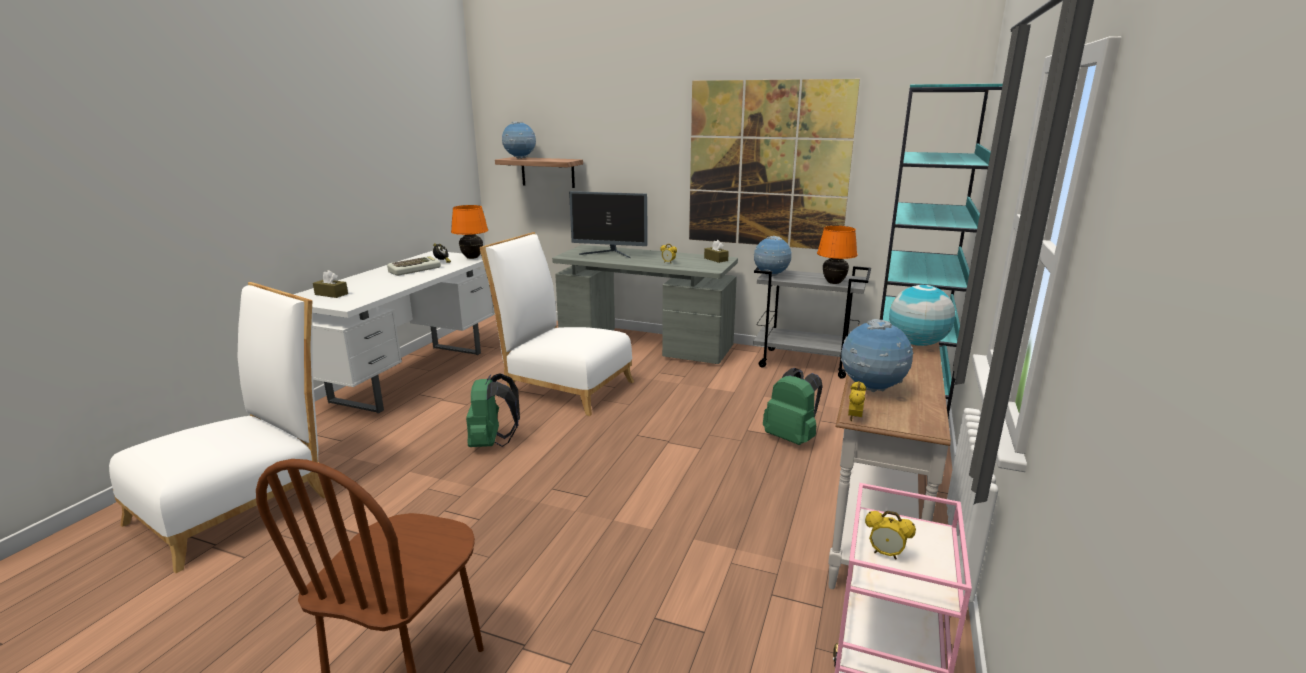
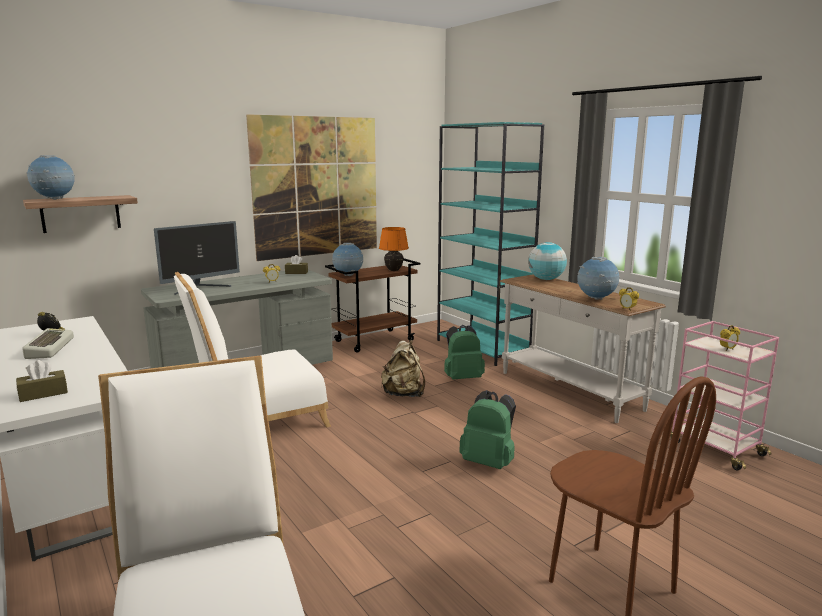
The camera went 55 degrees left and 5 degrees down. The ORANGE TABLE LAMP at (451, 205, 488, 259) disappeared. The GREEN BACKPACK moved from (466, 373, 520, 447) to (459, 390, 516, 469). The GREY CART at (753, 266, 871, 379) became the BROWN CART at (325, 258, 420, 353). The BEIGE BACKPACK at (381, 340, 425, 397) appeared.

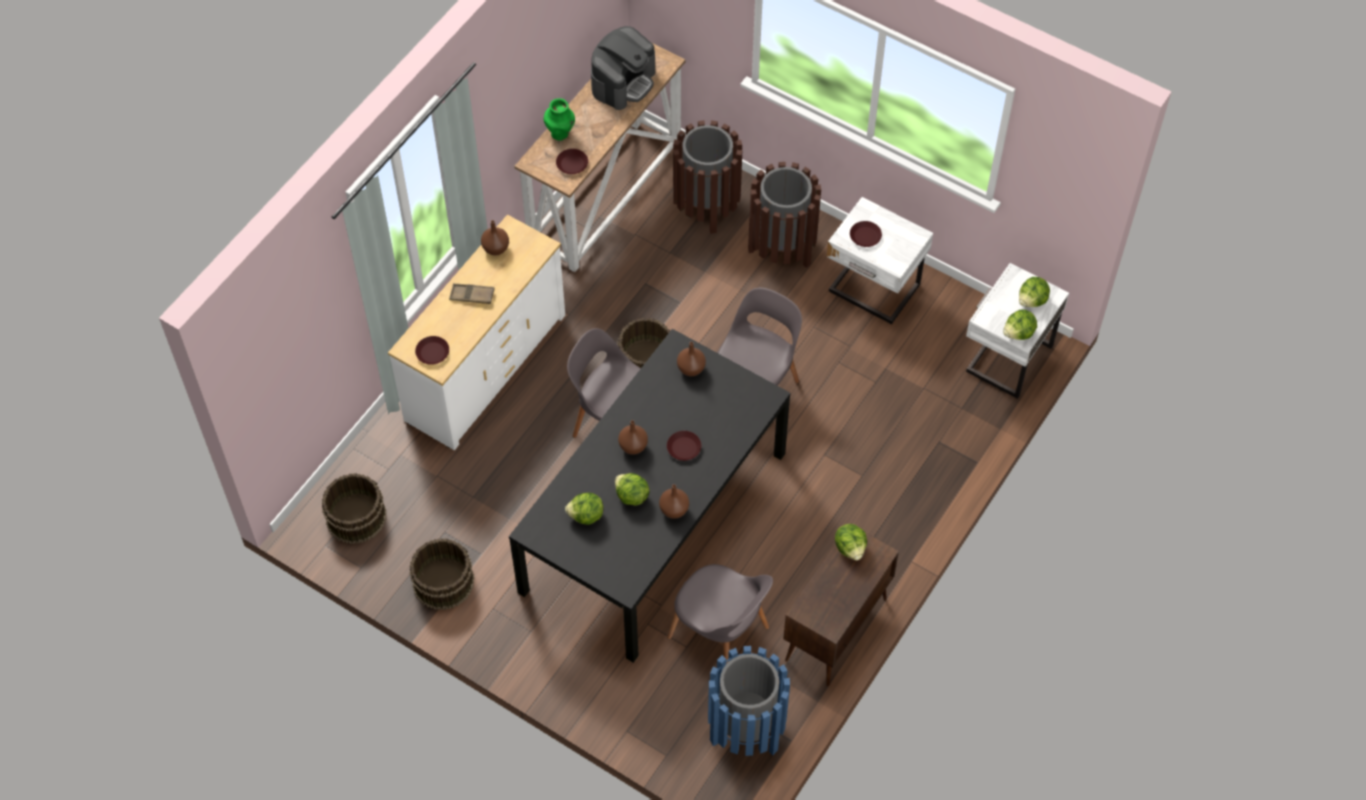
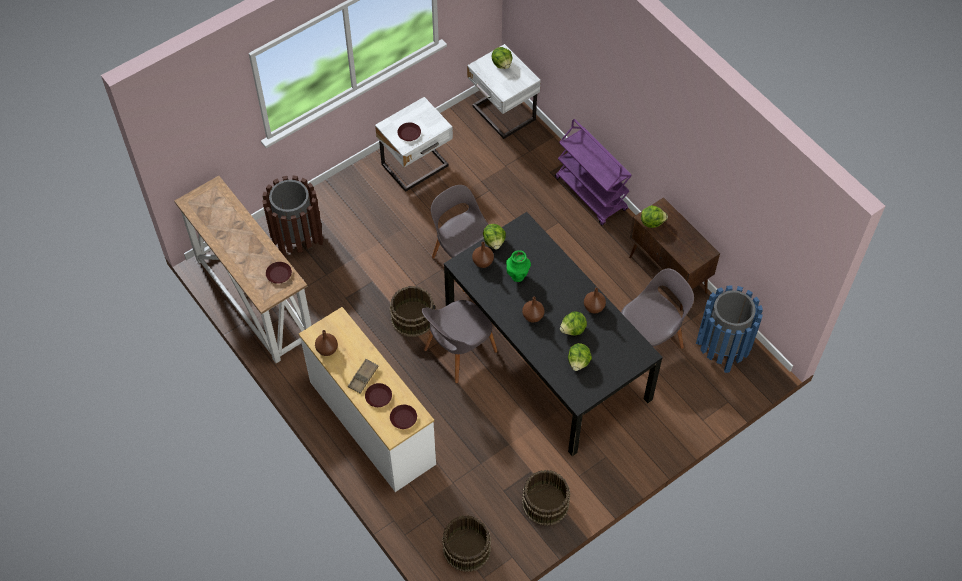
The camera went 70 degrees left and 0 degrees up. The GREEN VASE moved from (544, 98, 575, 141) to (506, 250, 531, 282). The COFFEE MACHINE at (591, 26, 655, 110) disappeared. The BROWN PLATE moved from (667, 431, 701, 461) to (365, 383, 392, 407). The BROWN TRASH CAN at (748, 162, 821, 268) disappeared. The LETTUCE moved from (1003, 309, 1037, 340) to (483, 224, 506, 249). The PURPLE CART at (555, 119, 632, 225) appeared.

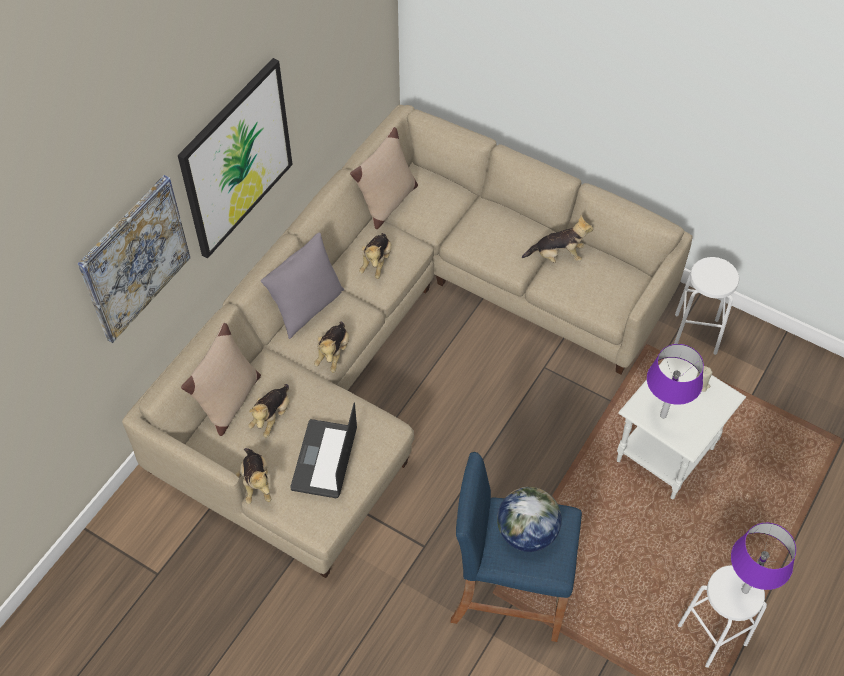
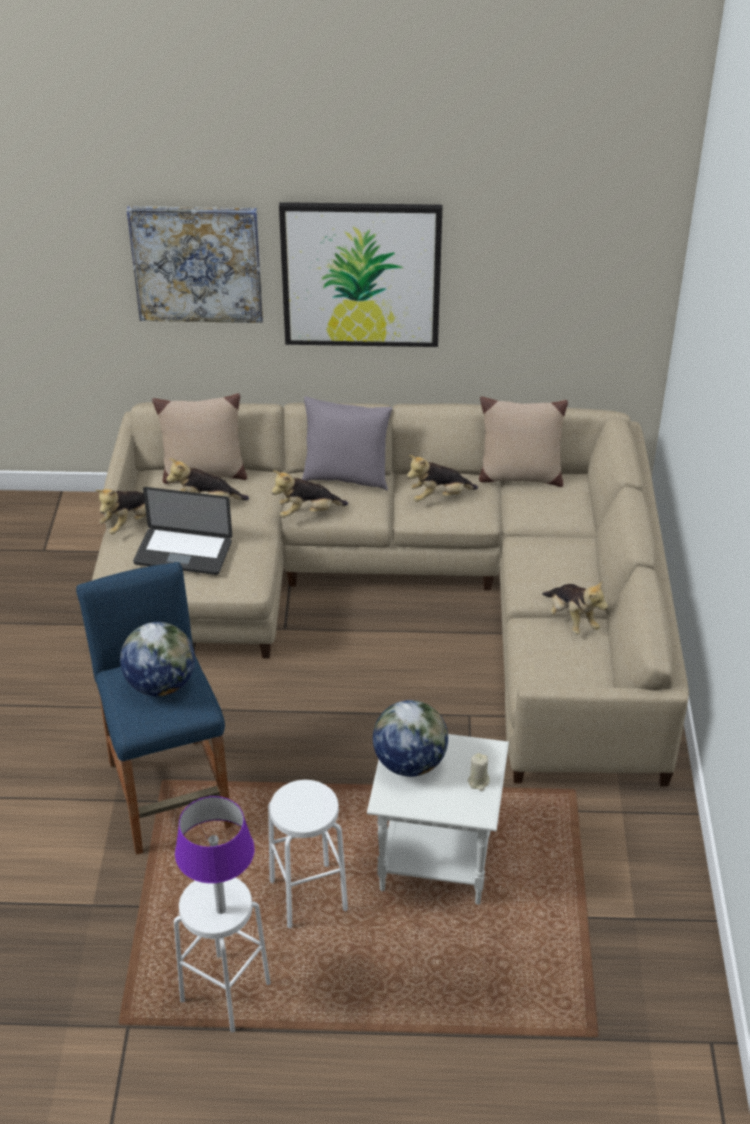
The camera went 60 degrees right and 15 degrees down. The LAPTOP at (290, 403, 357, 498) turned 150 degrees counterclockwise. The PURPLE TABLE LAMP at (647, 344, 704, 418) was replaced by the GLOBE at (373, 700, 448, 777). The WHITE STOOL moved from (674, 257, 739, 355) to (268, 780, 348, 929).

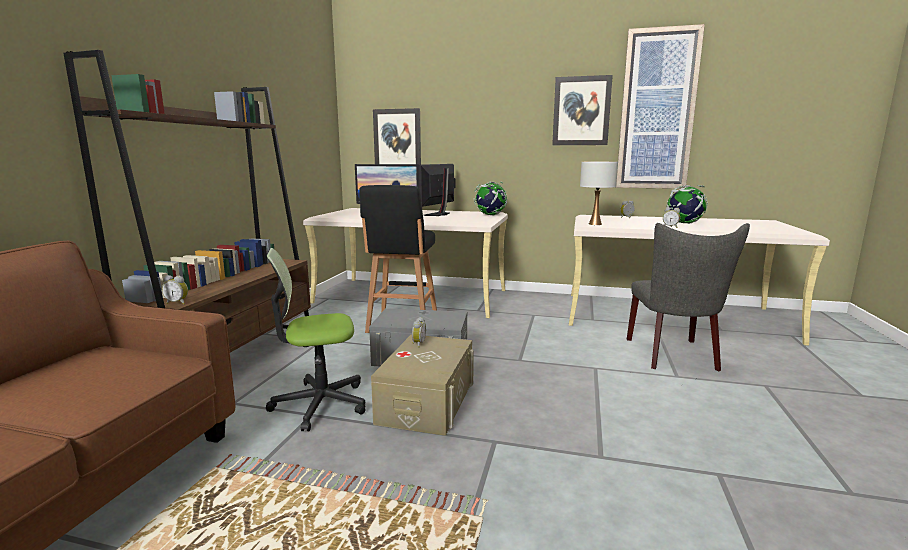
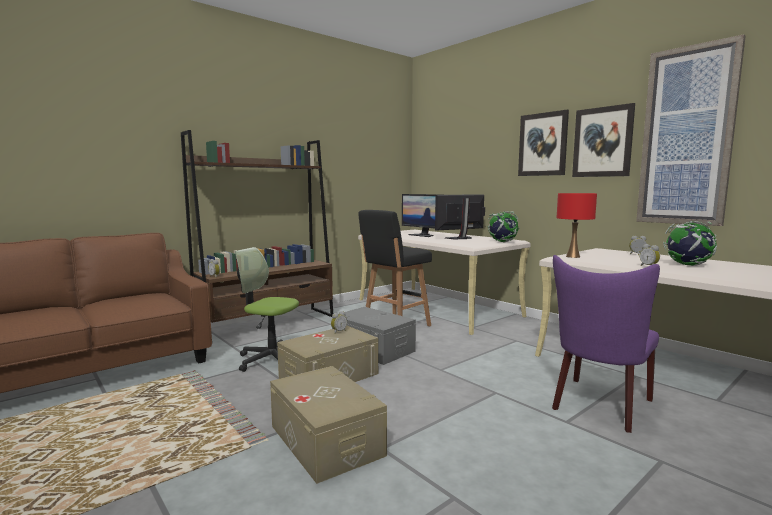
The camera went 35 degrees right and 5 degrees down. The PICTURE moved from (373, 108, 421, 165) to (518, 110, 569, 176). The WHITE TABLE LAMP at (580, 162, 618, 225) became the RED TABLE LAMP at (557, 193, 597, 258). The GREY CHAIR at (627, 223, 750, 371) became the PURPLE CHAIR at (552, 255, 660, 433). The BEIGE STORAGE BOX at (270, 366, 387, 484) appeared.

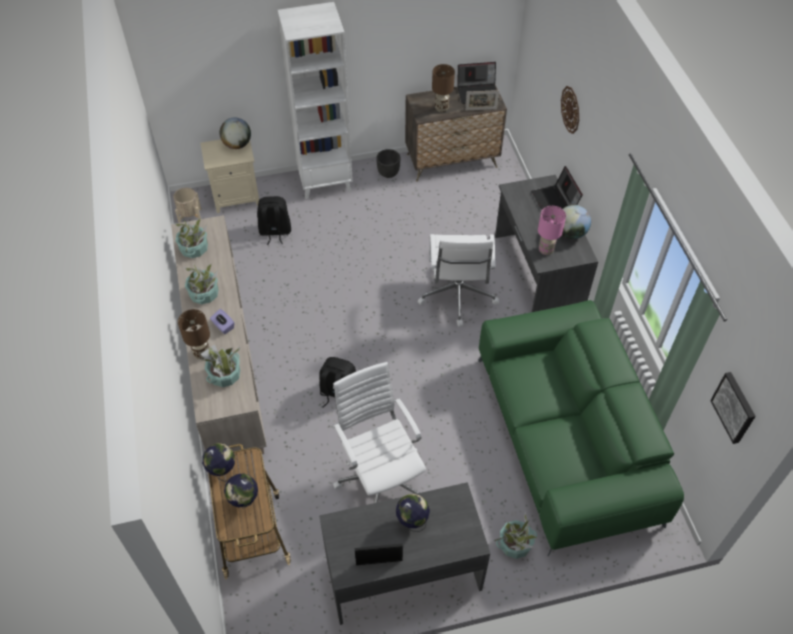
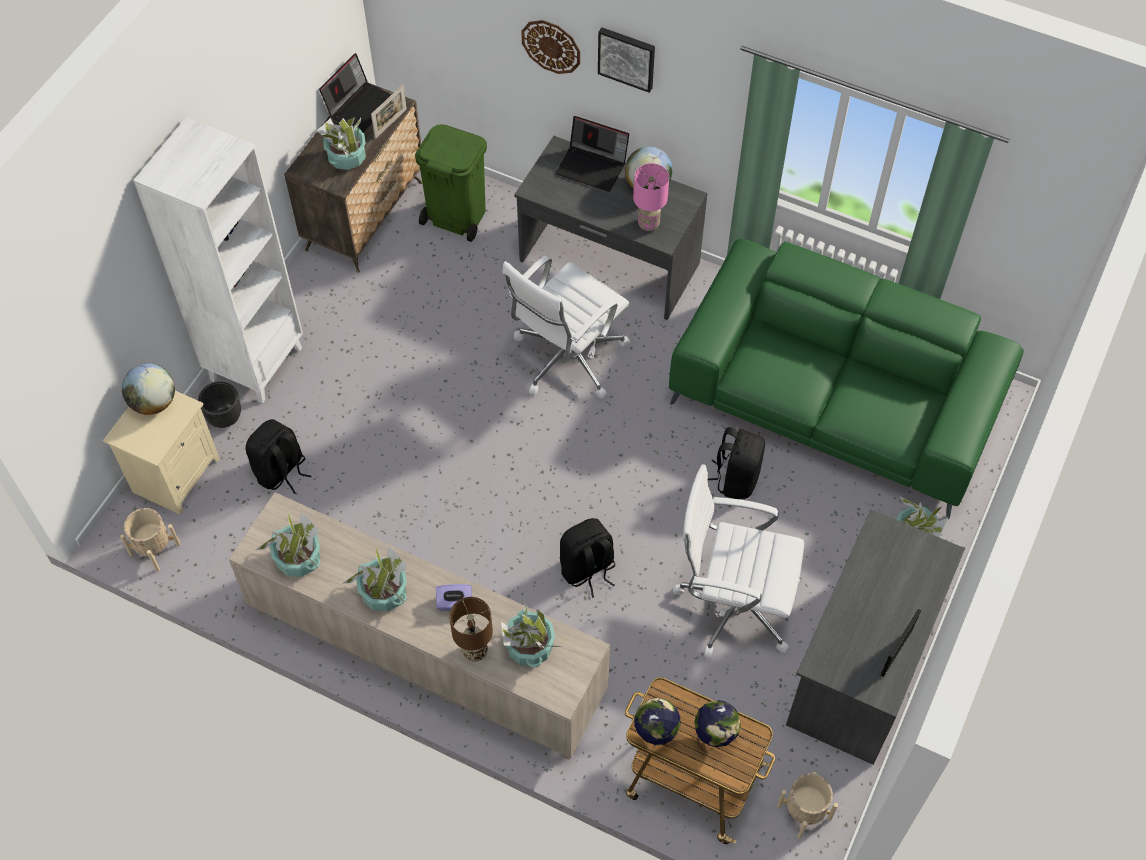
The camera went 50 degrees left and 5 degrees up. The BLACK PLANTER moved from (376, 149, 400, 178) to (198, 382, 241, 428). The GLOBE at (396, 494, 430, 532) disappeared. The WHITE OFFICE CHAIR at (418, 234, 499, 327) turned 90 degrees clockwise. The BROWN TABLE LAMP at (432, 64, 455, 112) was replaced by the POTTED PLANT at (317, 117, 366, 170). The PICTURE moved from (710, 372, 756, 444) to (598, 27, 655, 93). The GREEN TRASH CAN at (415, 124, 487, 242) appeared. The BLACK BACKPACK at (708, 427, 765, 499) appeared. The BEIGE PLANTER at (777, 772, 838, 839) appeared.

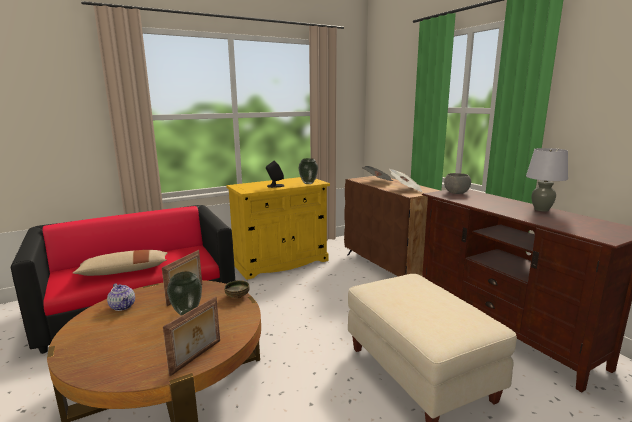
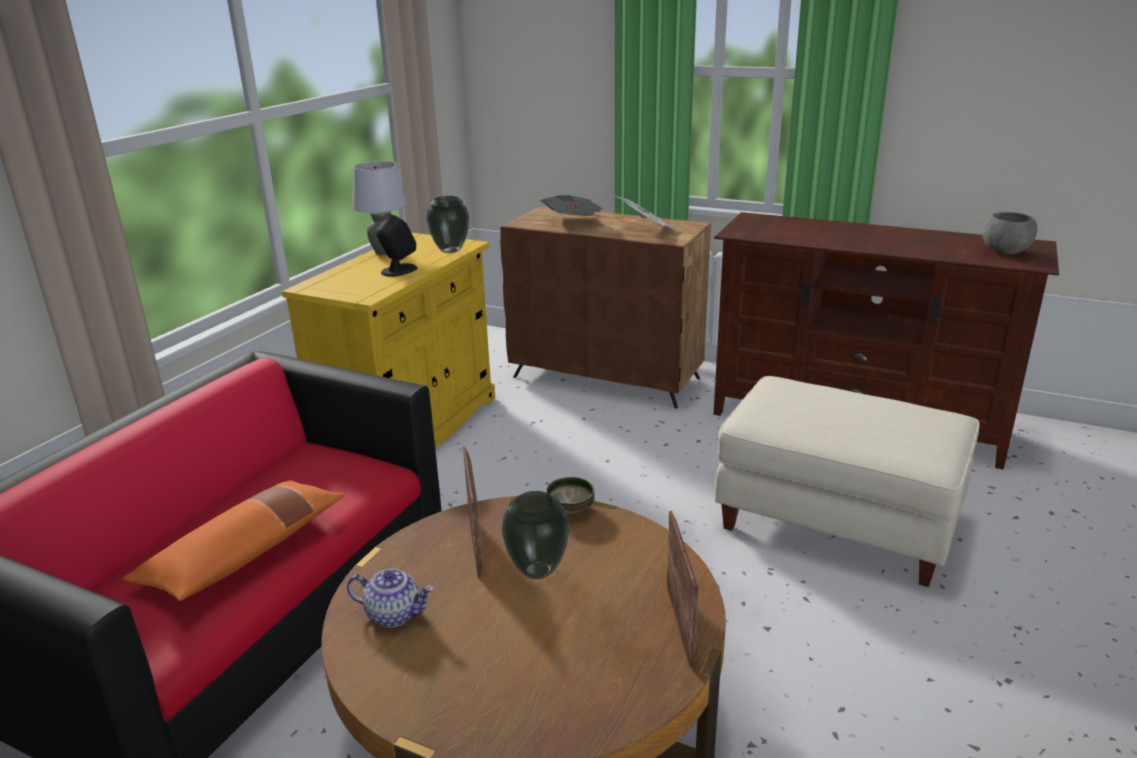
The camera went 35 degrees left and 10 degrees up. The BEIGE PILLOW at (73, 250, 167, 276) became the ORANGE PILLOW at (123, 480, 346, 601). The GREY BOWL moved from (444, 173, 471, 194) to (982, 212, 1037, 254). The GREY TABLE LAMP moved from (526, 148, 568, 212) to (353, 161, 406, 255).

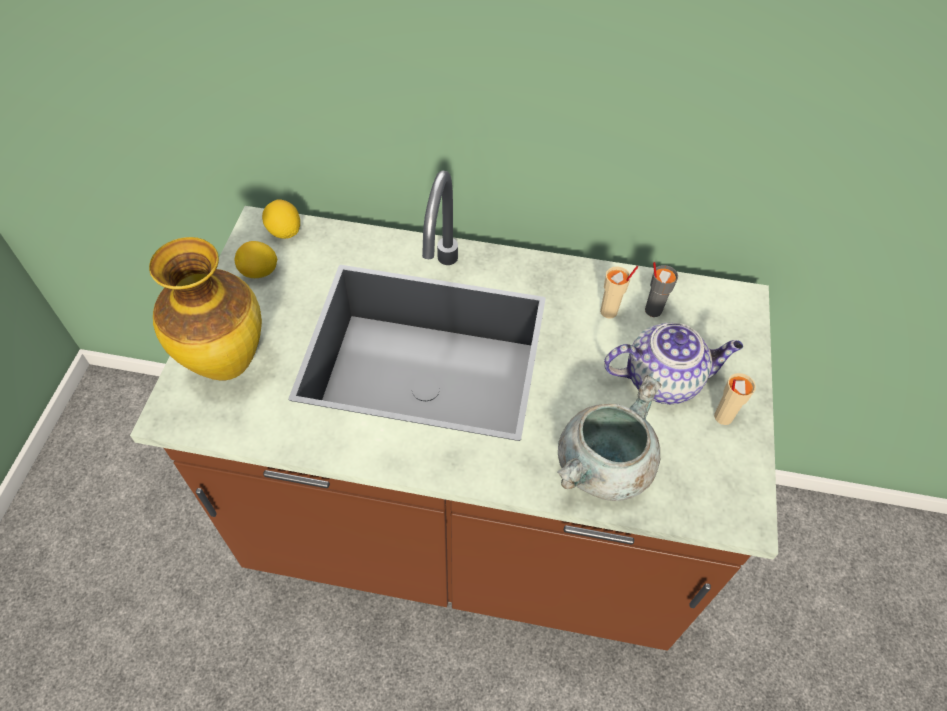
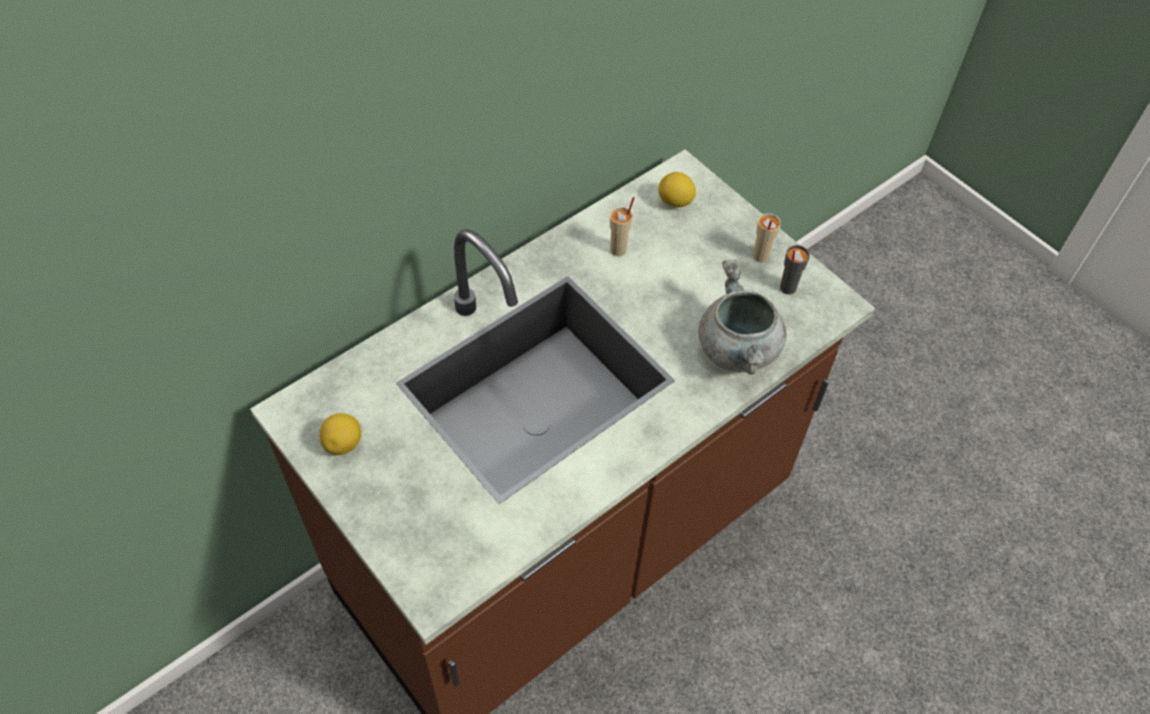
The camera went 50 degrees left and 0 degrees up. The VASE at (149, 237, 262, 381) disappeared. The LEMON moved from (262, 199, 300, 239) to (658, 172, 696, 207). The TEAPOT at (604, 323, 743, 404) disappeared. The GREY CUP moved from (645, 262, 678, 317) to (780, 245, 810, 294).

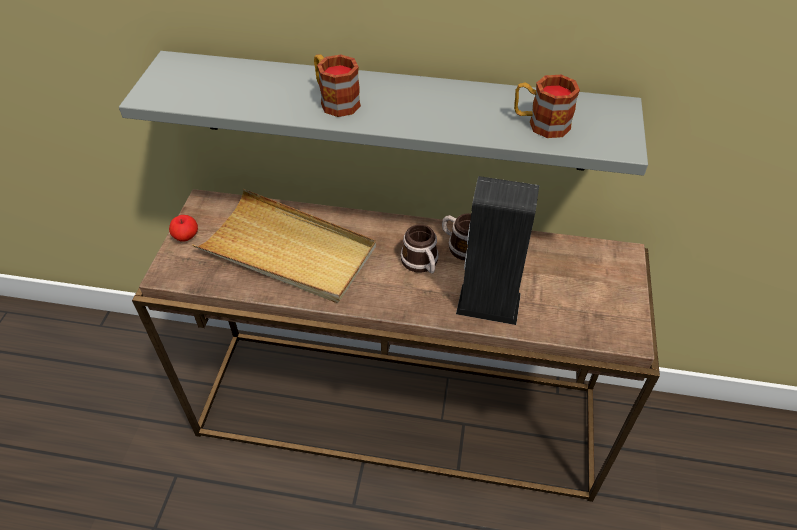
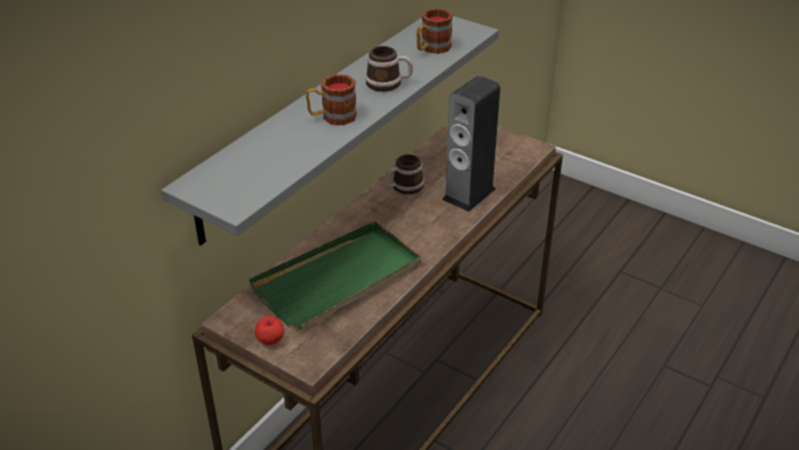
The camera went 65 degrees left and 10 degrees down. The BEIGE TRAY at (193, 189, 376, 303) became the GREEN TRAY at (249, 221, 421, 330). The MUG moved from (401, 225, 439, 273) to (365, 46, 413, 92).

